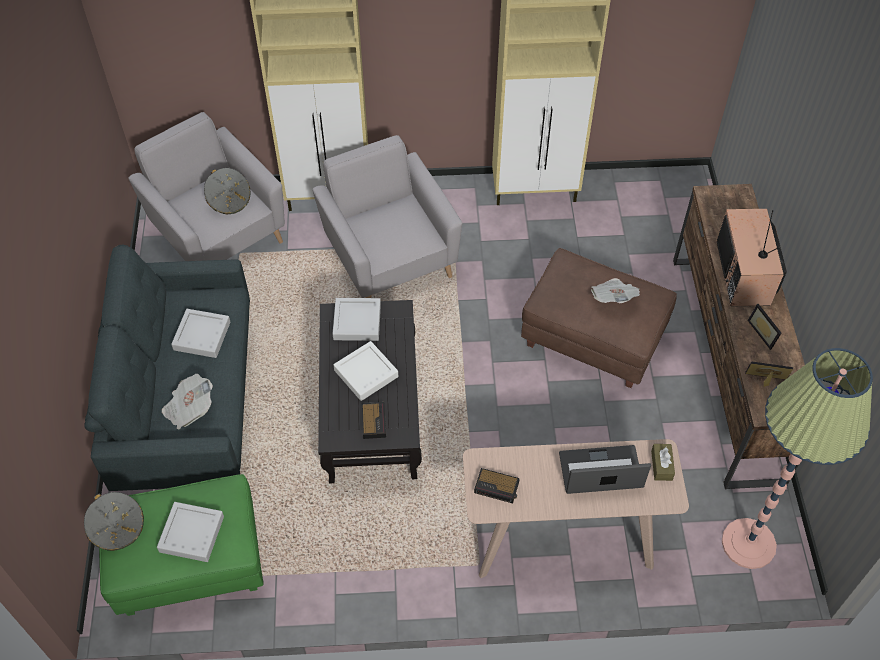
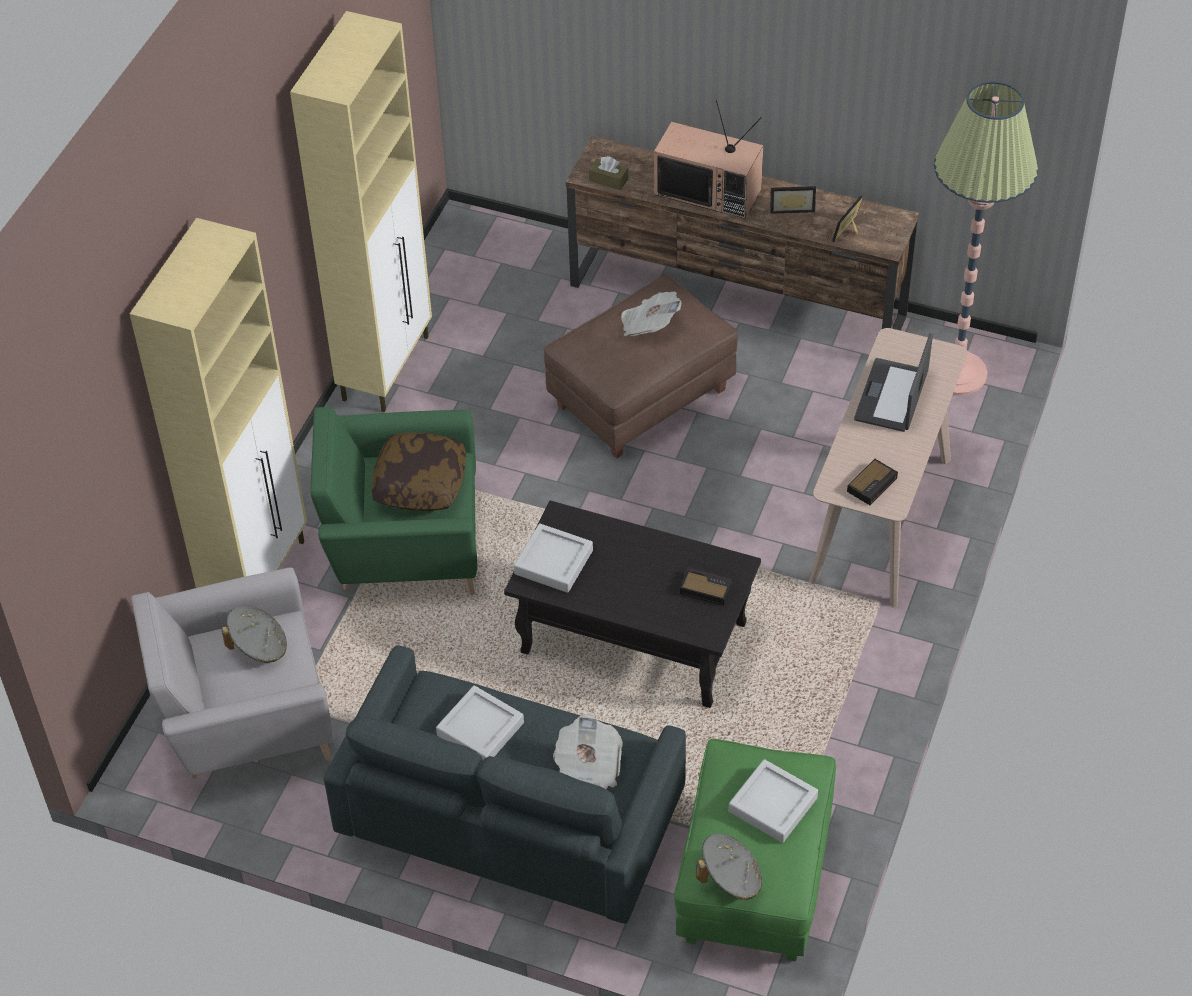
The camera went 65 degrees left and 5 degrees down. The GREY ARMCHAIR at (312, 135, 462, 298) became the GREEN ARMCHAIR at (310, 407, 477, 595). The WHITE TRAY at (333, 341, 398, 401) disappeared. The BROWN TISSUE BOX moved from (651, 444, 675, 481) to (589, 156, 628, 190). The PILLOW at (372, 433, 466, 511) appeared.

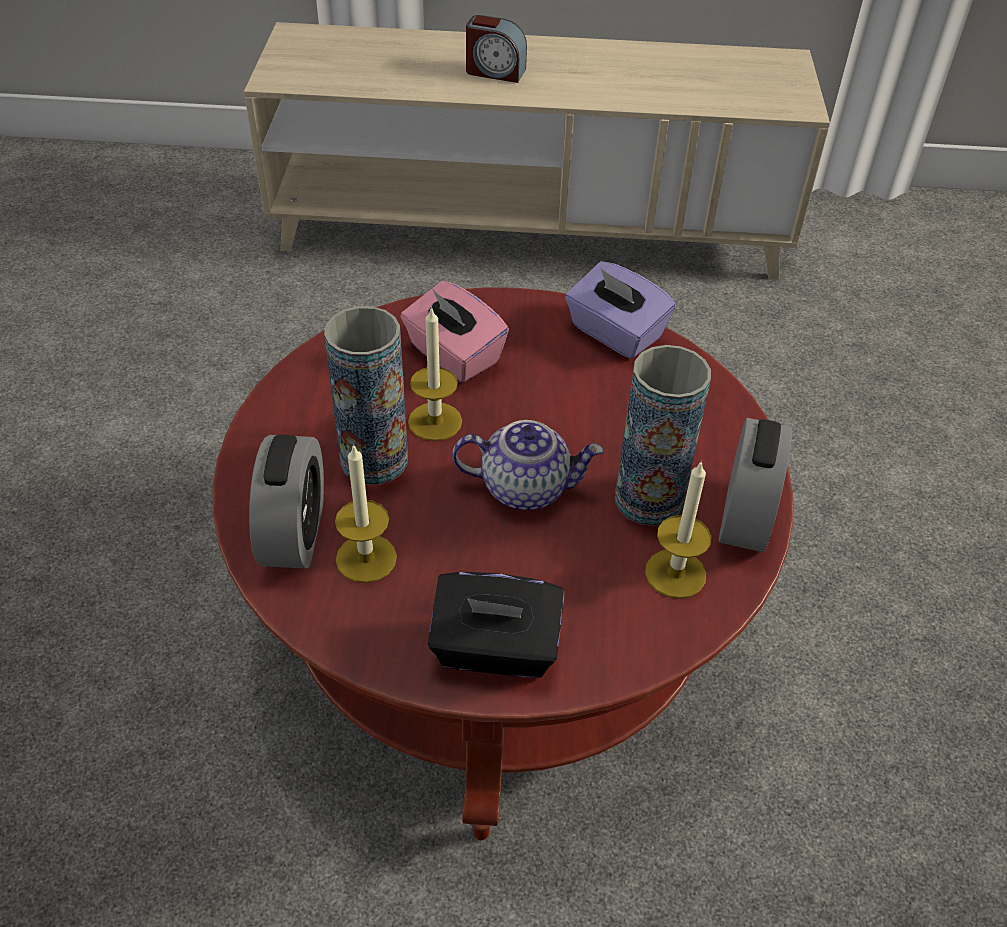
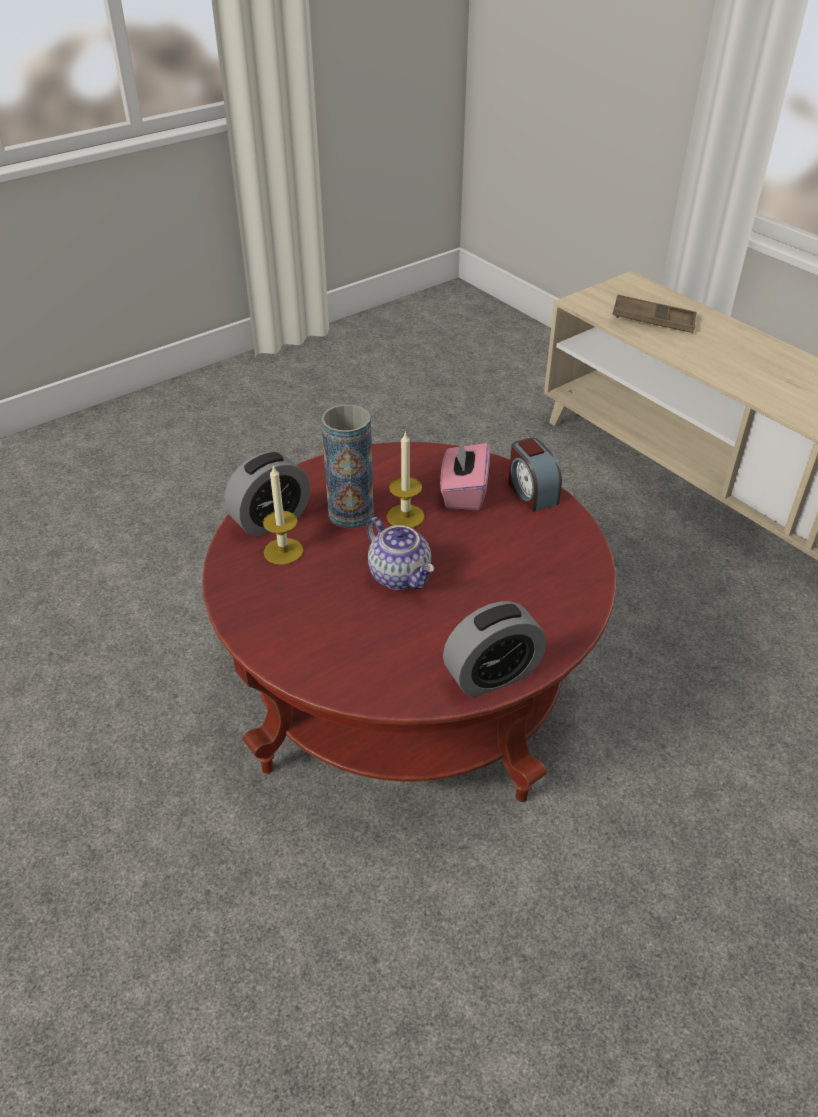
The camera went 50 degrees right and 5 degrees down. The BLACK TISSUE BOX at (428, 572, 565, 678) disappeared. The ALARM CLOCK moved from (466, 15, 527, 83) to (508, 437, 562, 512). The PURPLE TISSUE BOX at (565, 261, 676, 359) disappeared. The VASE at (615, 345, 711, 526) disappeared. The CANDLE at (645, 460, 711, 599) disappeared. The BROWN TRAY at (612, 295, 697, 333) appeared.

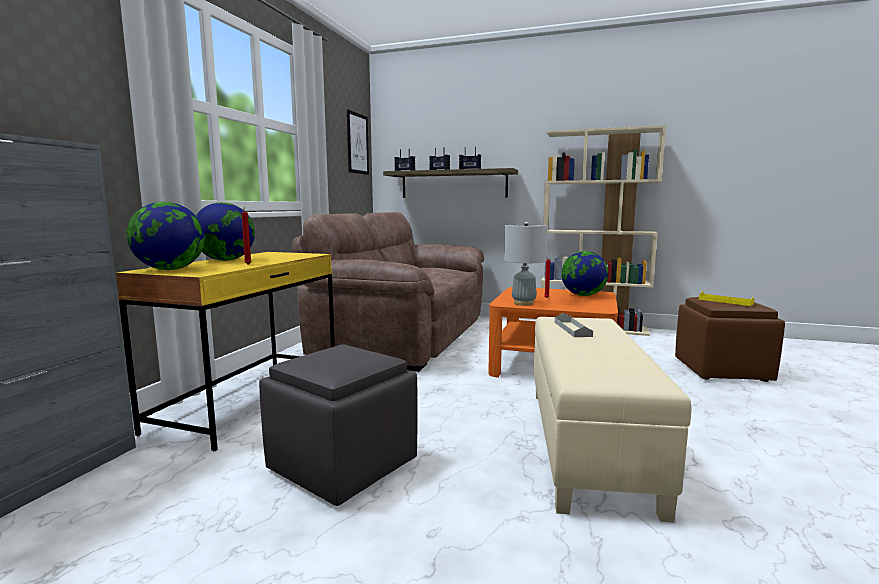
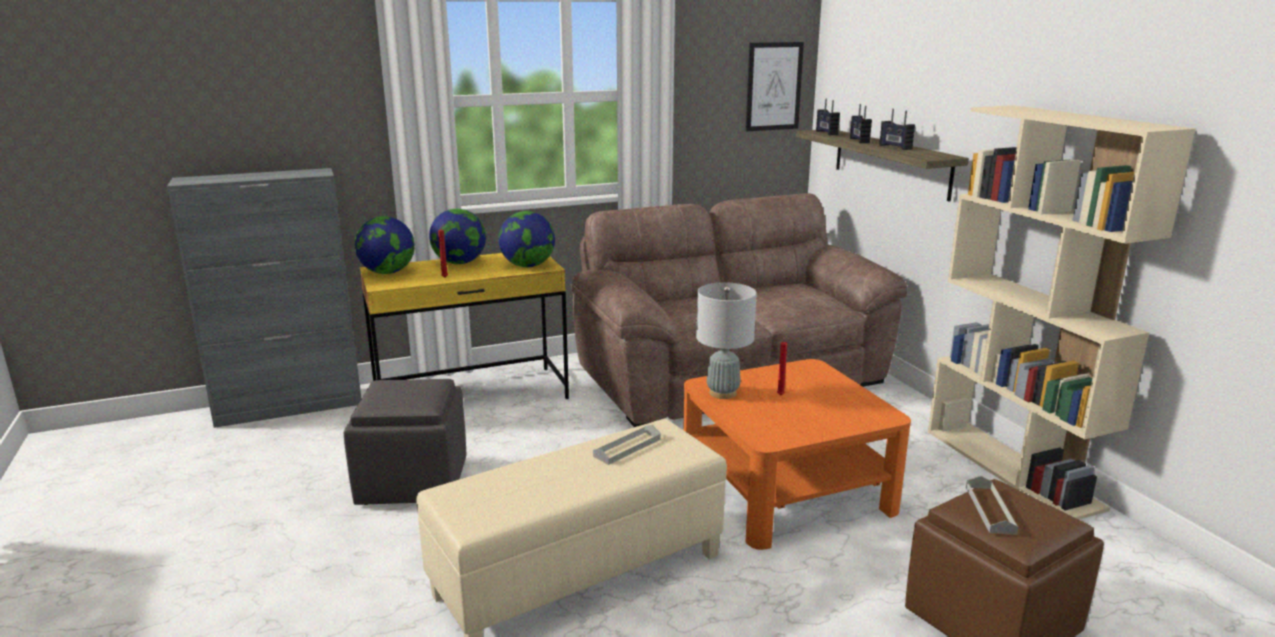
The camera went 50 degrees right and 10 degrees up. The GLOBE moved from (561, 251, 608, 296) to (498, 211, 555, 267). The YELLOW TRAY at (699, 291, 754, 306) became the GREY TRAY at (966, 476, 1019, 535).

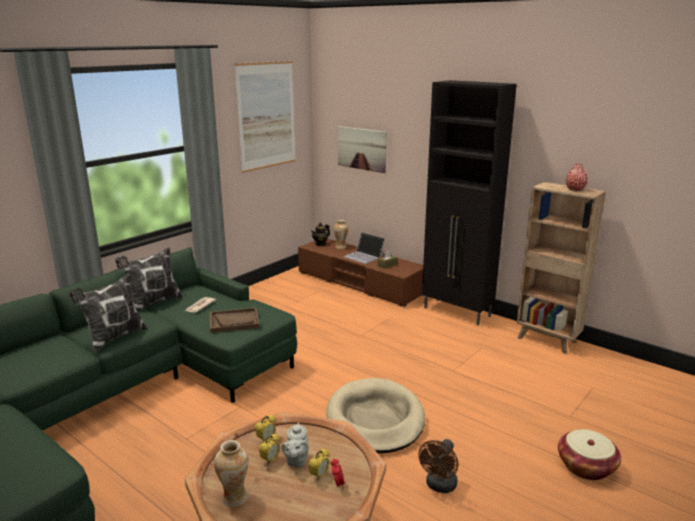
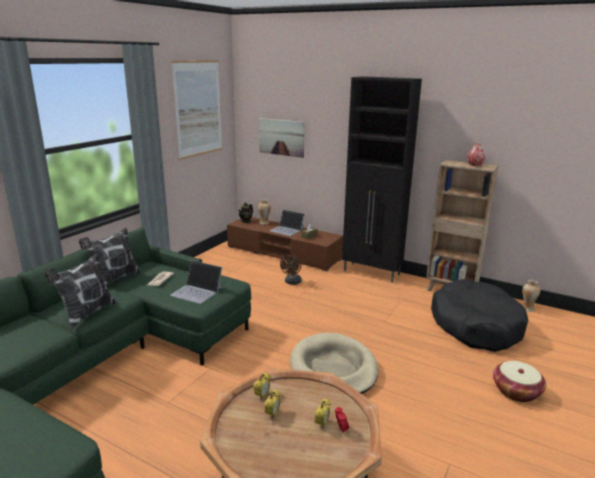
The camera went 10 degrees left and 0 degrees up. The BROWN TRAY at (210, 307, 260, 333) was replaced by the LAPTOP at (170, 260, 223, 304). The VASE moved from (214, 440, 249, 507) to (522, 280, 540, 312). The GREY TEAPOT at (282, 422, 309, 468) disappeared. The BROWN FAN moved from (418, 439, 458, 493) to (280, 254, 302, 285). The BLACK DOG BED at (431, 279, 528, 352) appeared.

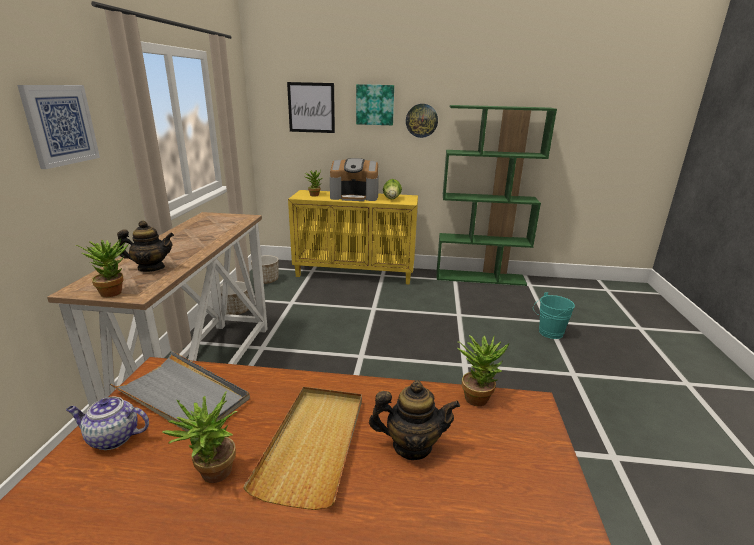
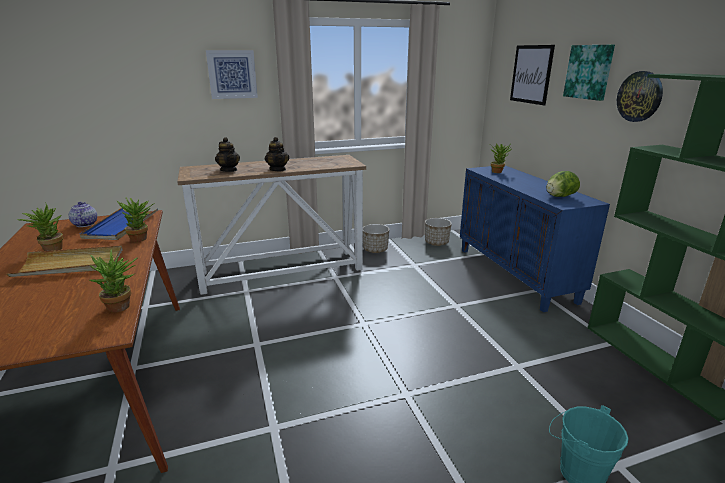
The camera went 65 degrees right and 0 degrees up. The POTTED PLANT moved from (75, 238, 128, 297) to (117, 198, 155, 242). The GREY TRAY at (110, 351, 250, 431) became the BLUE TRAY at (80, 208, 158, 240). The YELLOW CABINET at (288, 190, 418, 284) became the BLUE CABINET at (460, 165, 610, 312). The COFFEE MACHINE at (330, 158, 379, 201) disappeared. The TEAPOT moved from (369, 381, 460, 460) to (265, 137, 289, 171).

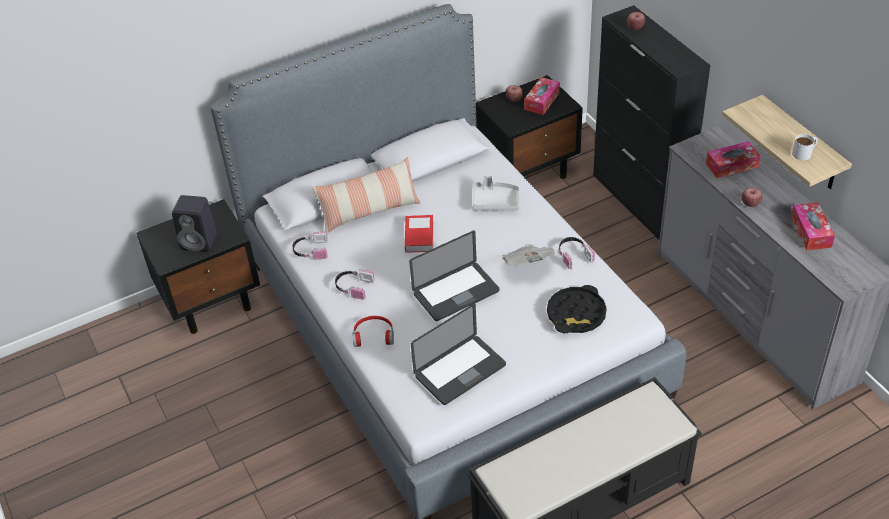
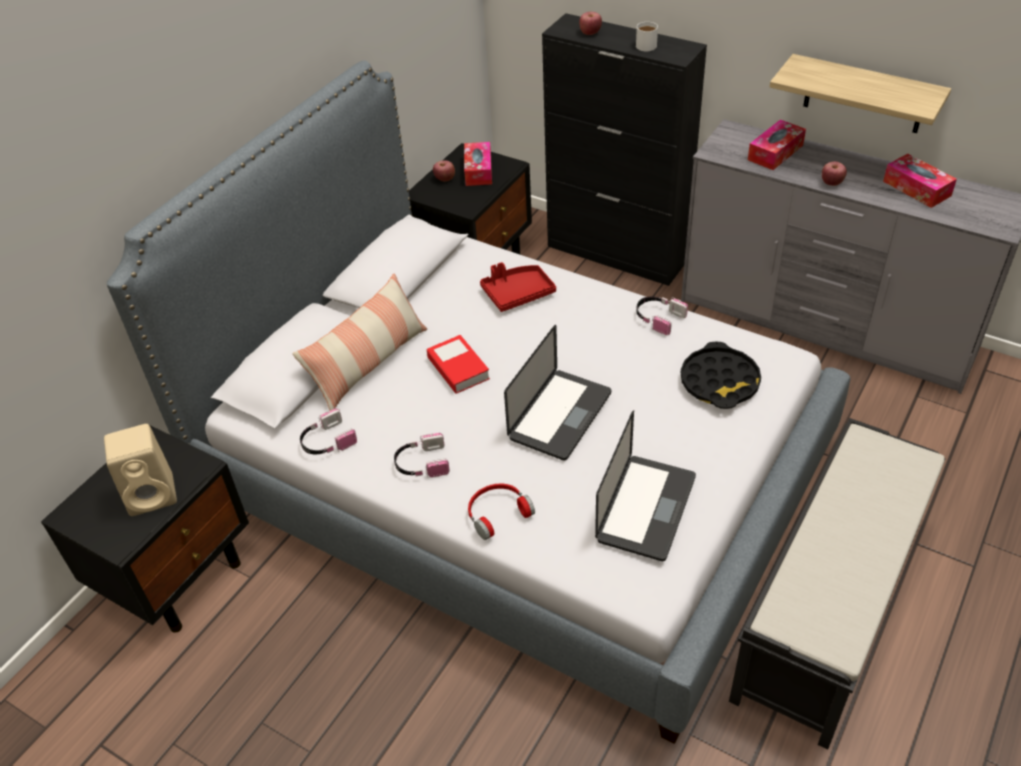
The camera went 30 degrees left and 0 degrees up. The BLACK SPEAKER at (172, 195, 217, 252) became the BEIGE SPEAKER at (104, 424, 177, 516). The GREY TRAY at (472, 175, 520, 210) became the RED TRAY at (480, 262, 556, 312). The NEWSPAPER at (502, 244, 555, 266) disappeared. The WHITE MUG moved from (792, 134, 818, 160) to (636, 22, 658, 51).

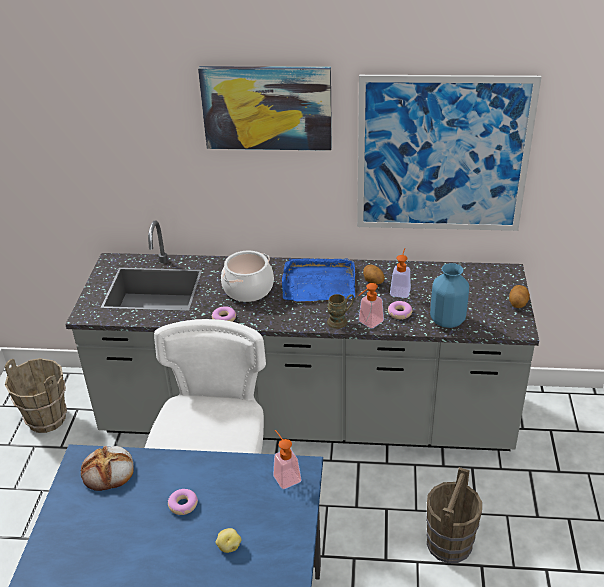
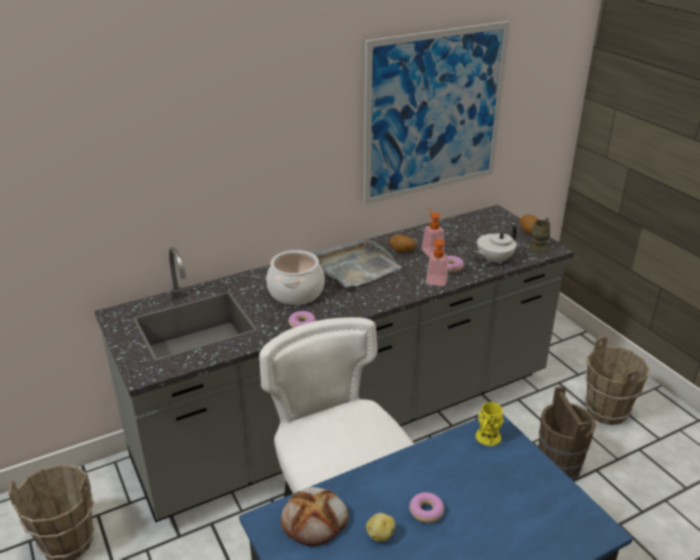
The camera went 35 degrees left and 5 degrees down. The PICTURE at (198, 66, 332, 151) disappeared. The POTATO moved from (216, 528, 241, 553) to (366, 513, 395, 542). The SOAP DISPENSER at (273, 430, 302, 489) was replaced by the YELLOW MUG at (476, 402, 503, 446). The BLUE TRAY at (282, 258, 355, 301) became the GREY TRAY at (313, 239, 402, 288). The BROWN MUG moved from (327, 294, 354, 329) to (529, 218, 551, 253). The BLUE VASE at (430, 263, 469, 328) was replaced by the WHITE TEAPOT at (474, 225, 517, 264). The BROWN BUCKET at (585, 337, 649, 425) appeared.

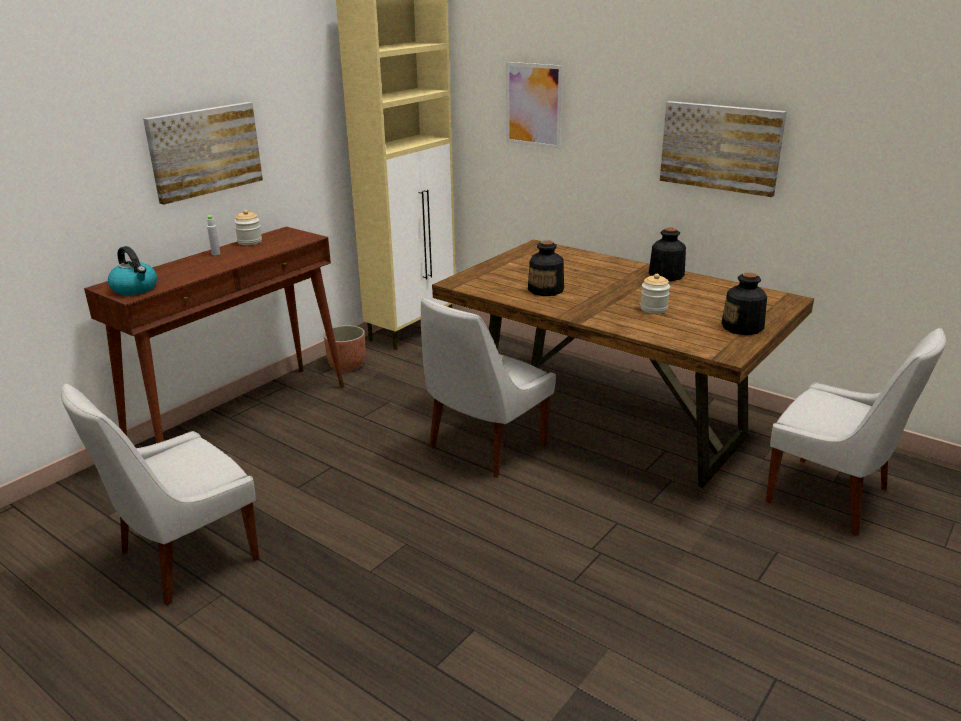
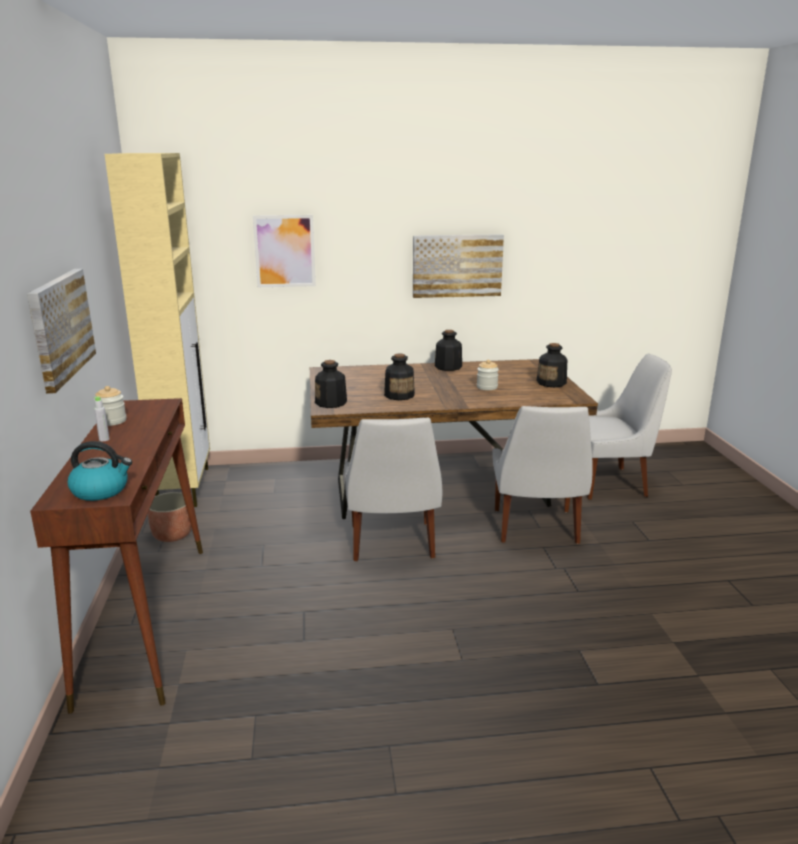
The camera went 45 degrees left and 5 degrees down. The WHITE CHAIR moved from (61, 383, 259, 605) to (492, 406, 593, 544). The BOTTLE at (315, 360, 347, 408) appeared.

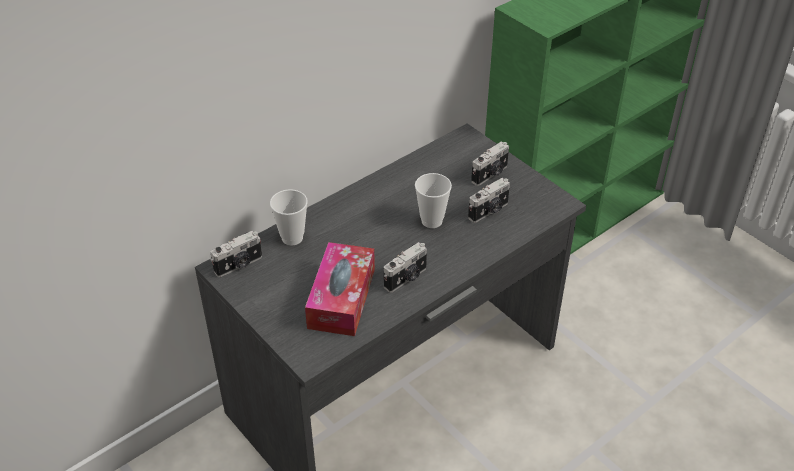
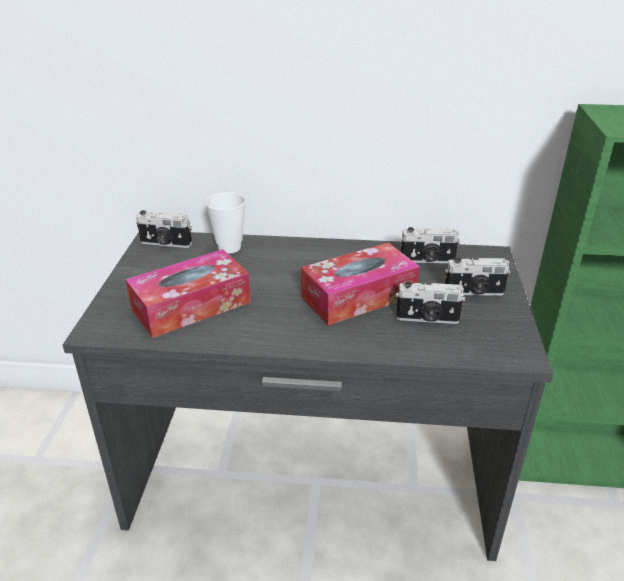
The camera went 45 degrees right and 10 degrees down. The PHOTO CAMERA moved from (384, 242, 427, 293) to (400, 227, 460, 263). The CUP at (415, 173, 452, 228) was replaced by the TISSUE BOX at (301, 243, 420, 326).

